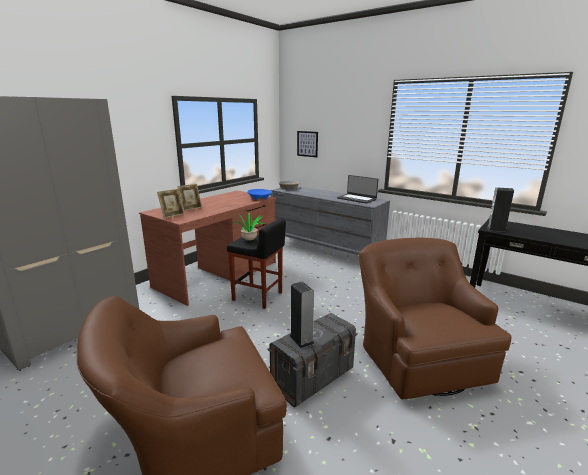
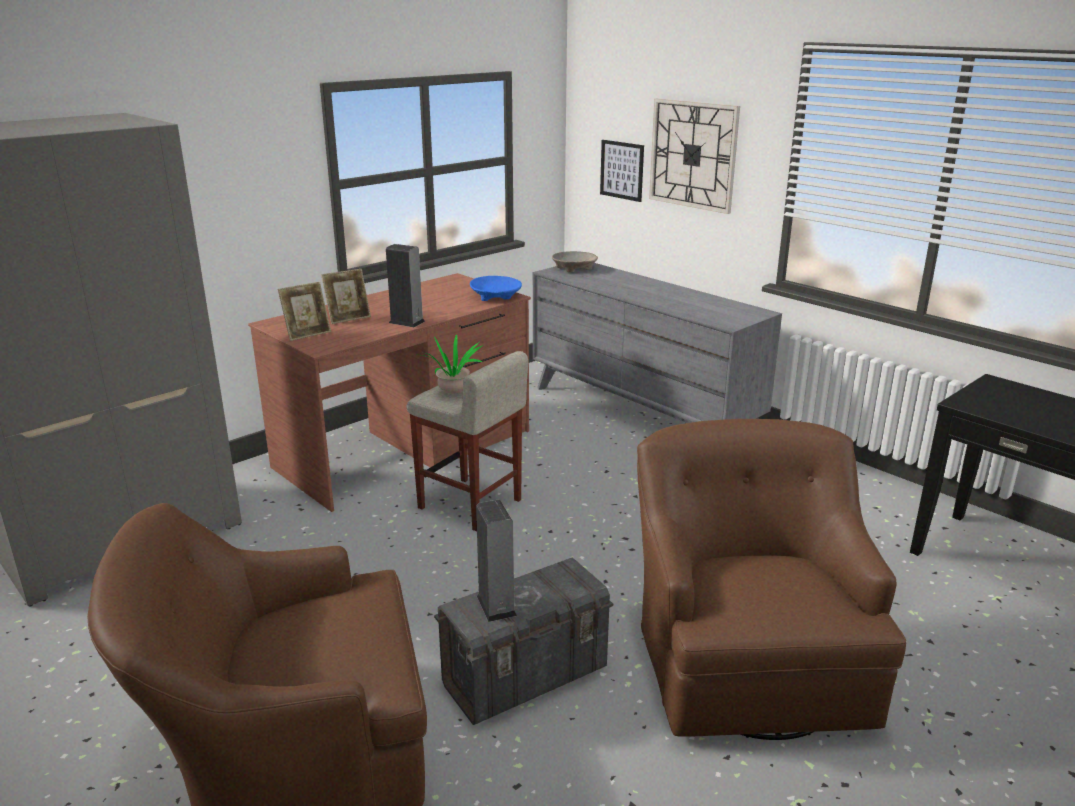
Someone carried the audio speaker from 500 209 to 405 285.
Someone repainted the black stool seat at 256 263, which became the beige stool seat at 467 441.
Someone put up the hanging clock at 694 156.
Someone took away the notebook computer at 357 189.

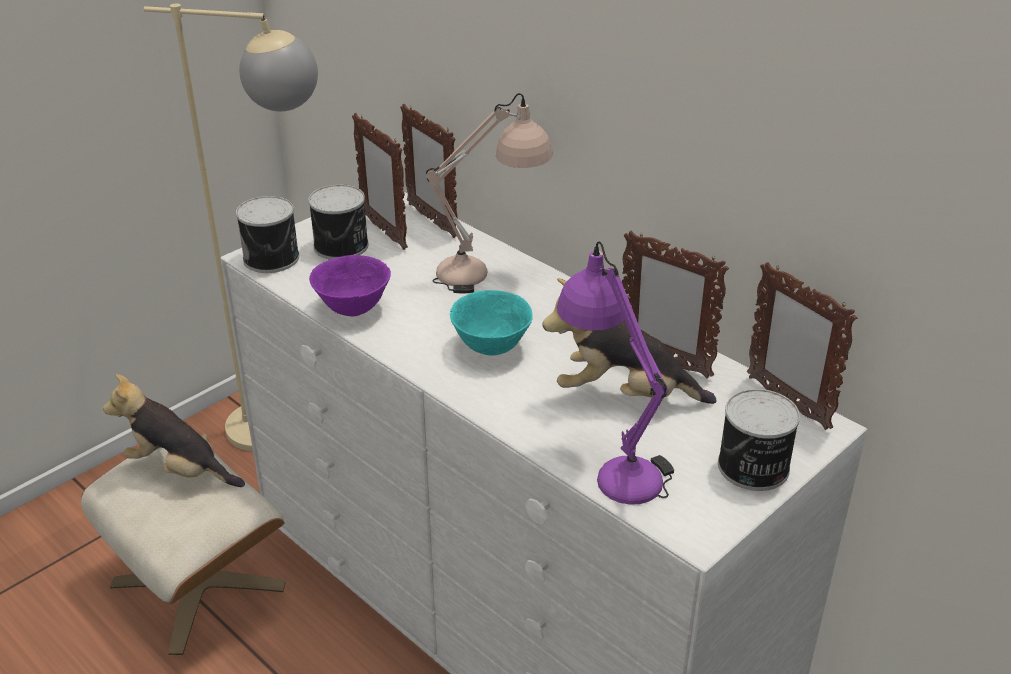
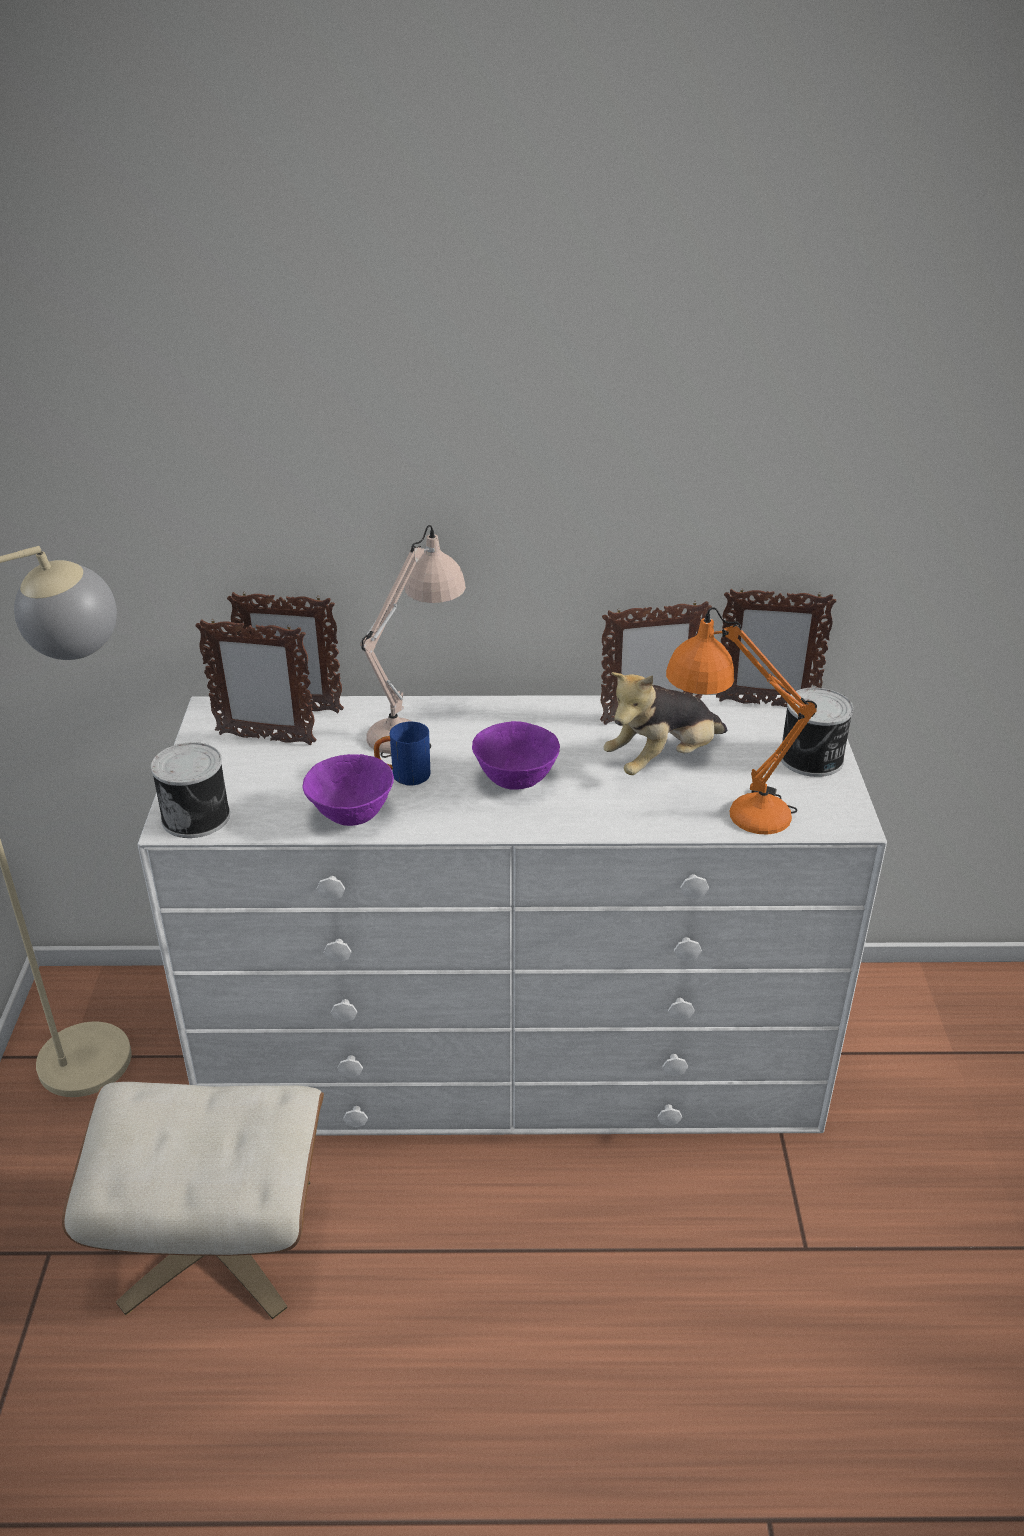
Someone put down the blue-coloured coffee mug at 402 754.
Someone repainted the blue-green serving bowl at 491 323, which became the purple-coloured serving bowl at 516 755.
Someone repainted the purple-coloured tabletop lamp at 615 373, which became the orangey tabletop lamp at 741 721.
Someone took away the cuddly toy at 174 430.
Someone took away the sealed can at 338 222.

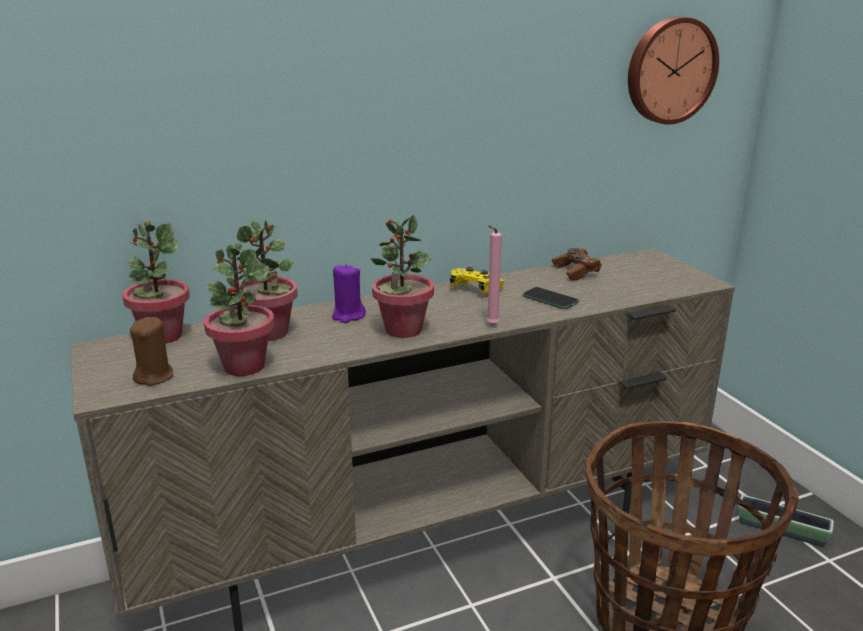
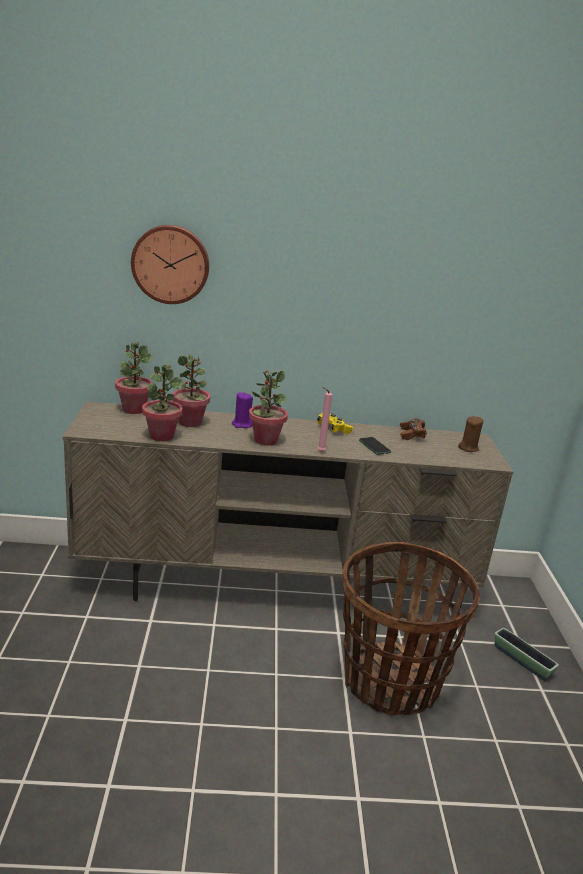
Someone carried the hanging clock from 673 71 to 170 264.
Someone carried the brown wax candle from 151 351 to 470 434.

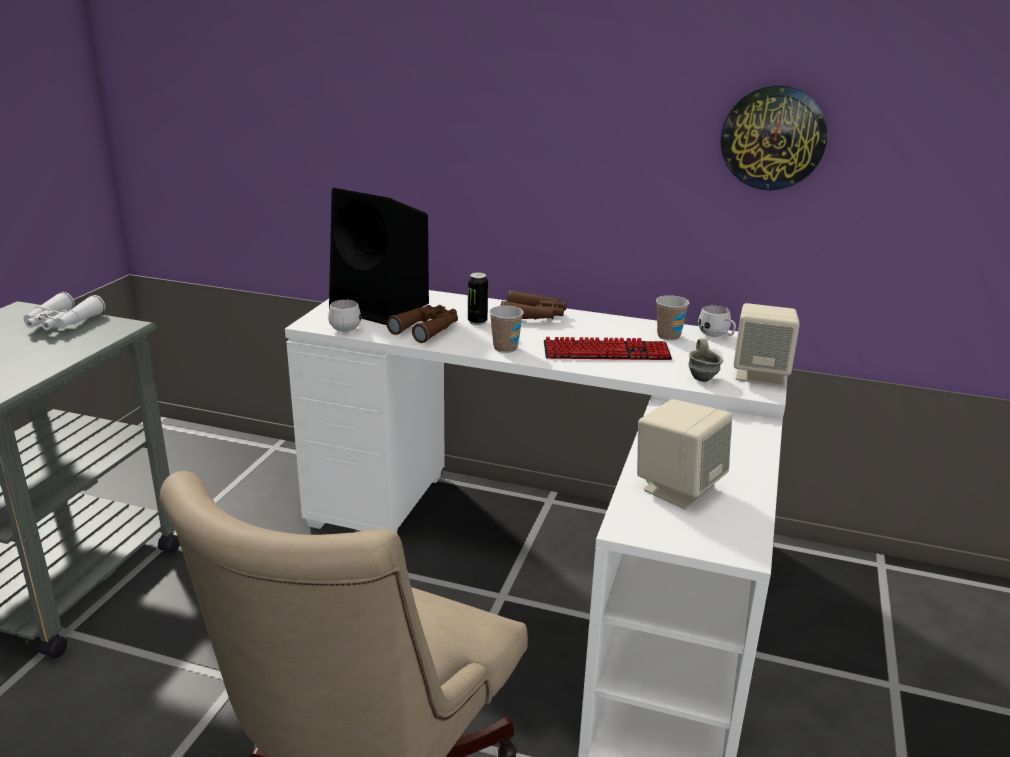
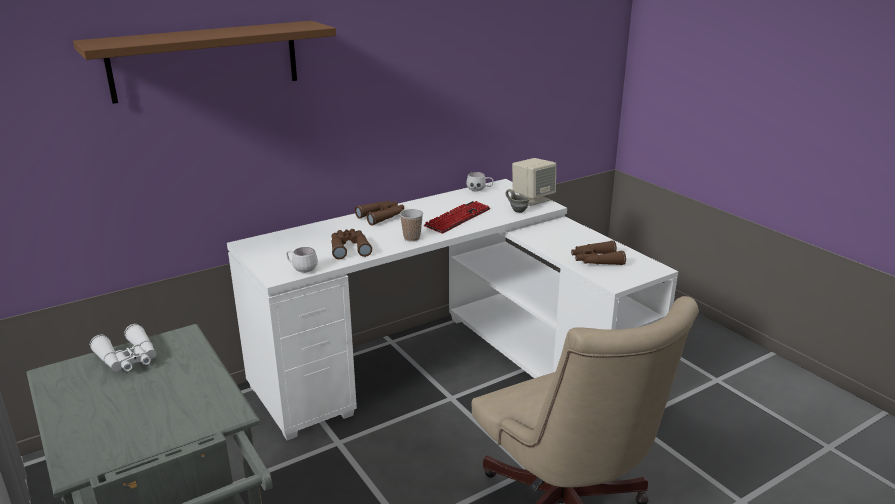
Someone put up the brown wall shelf at 204 62.
Someone swapped the beige audio speaker at 684 454 for the brown field glasses at 598 252.
Someone took away the black audio speaker at 379 256.
Someone took away the sealed can at 478 298.
Someone took away the drinking cup at 672 318.
Someone took away the hanging clock at 774 138.

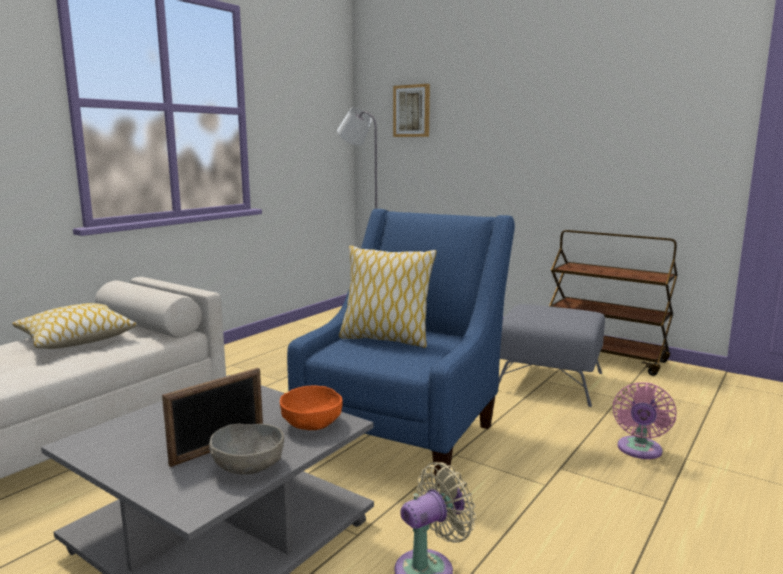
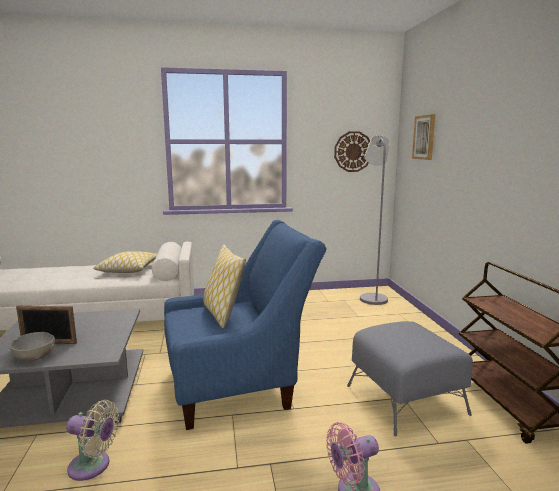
Someone put up the hanging clock at 352 151.
Someone took away the orangey serving bowl at 311 408.

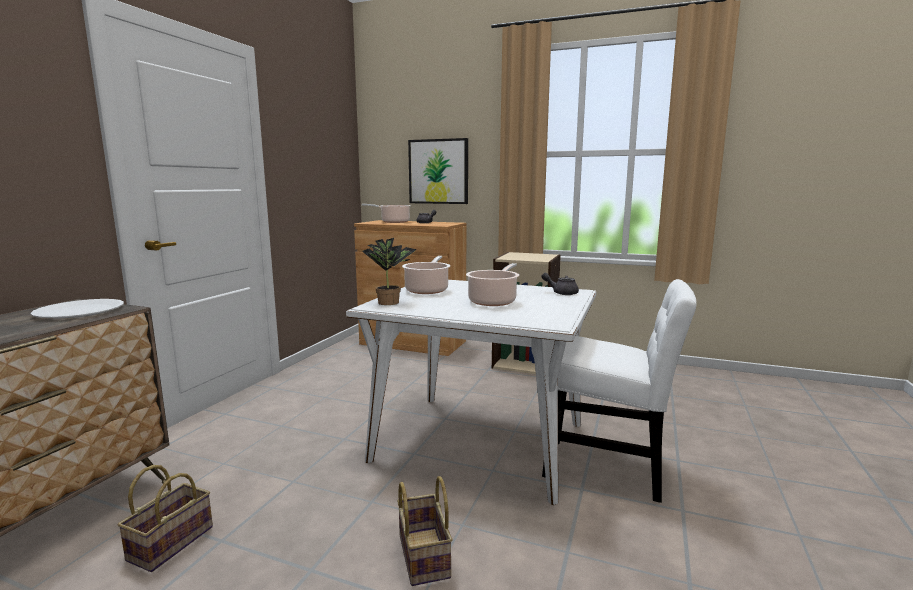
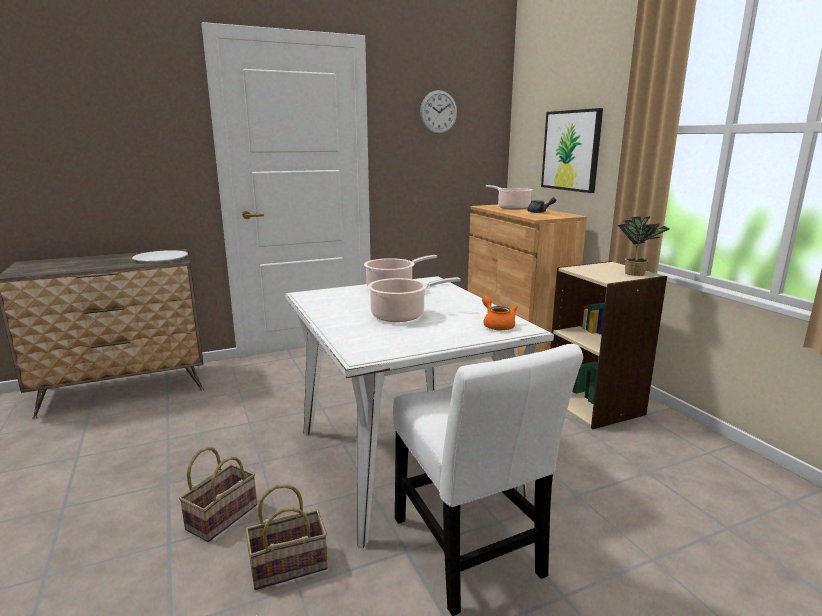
Someone carried the storage basket from 165 518 to 286 537.
Someone put up the hanging clock at 438 112.
Someone repainted the greyish teapot at 560 284, which became the orangey teapot at 500 313.
Someone carried the plant in a pot from 389 271 to 643 246.

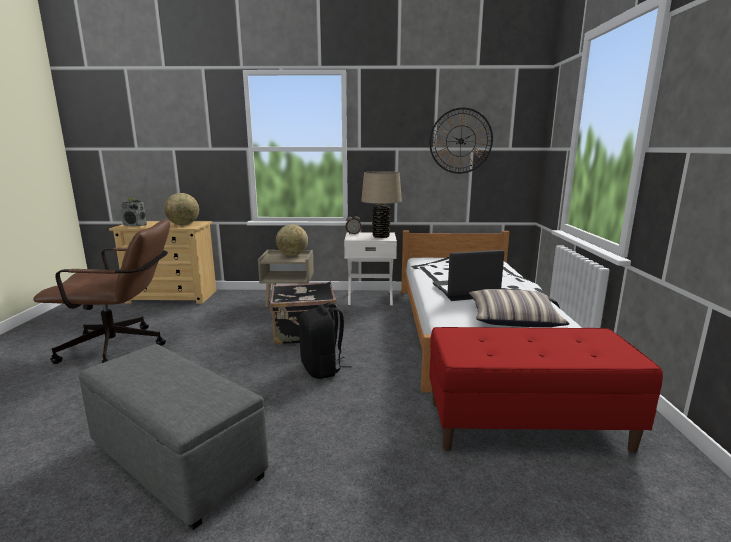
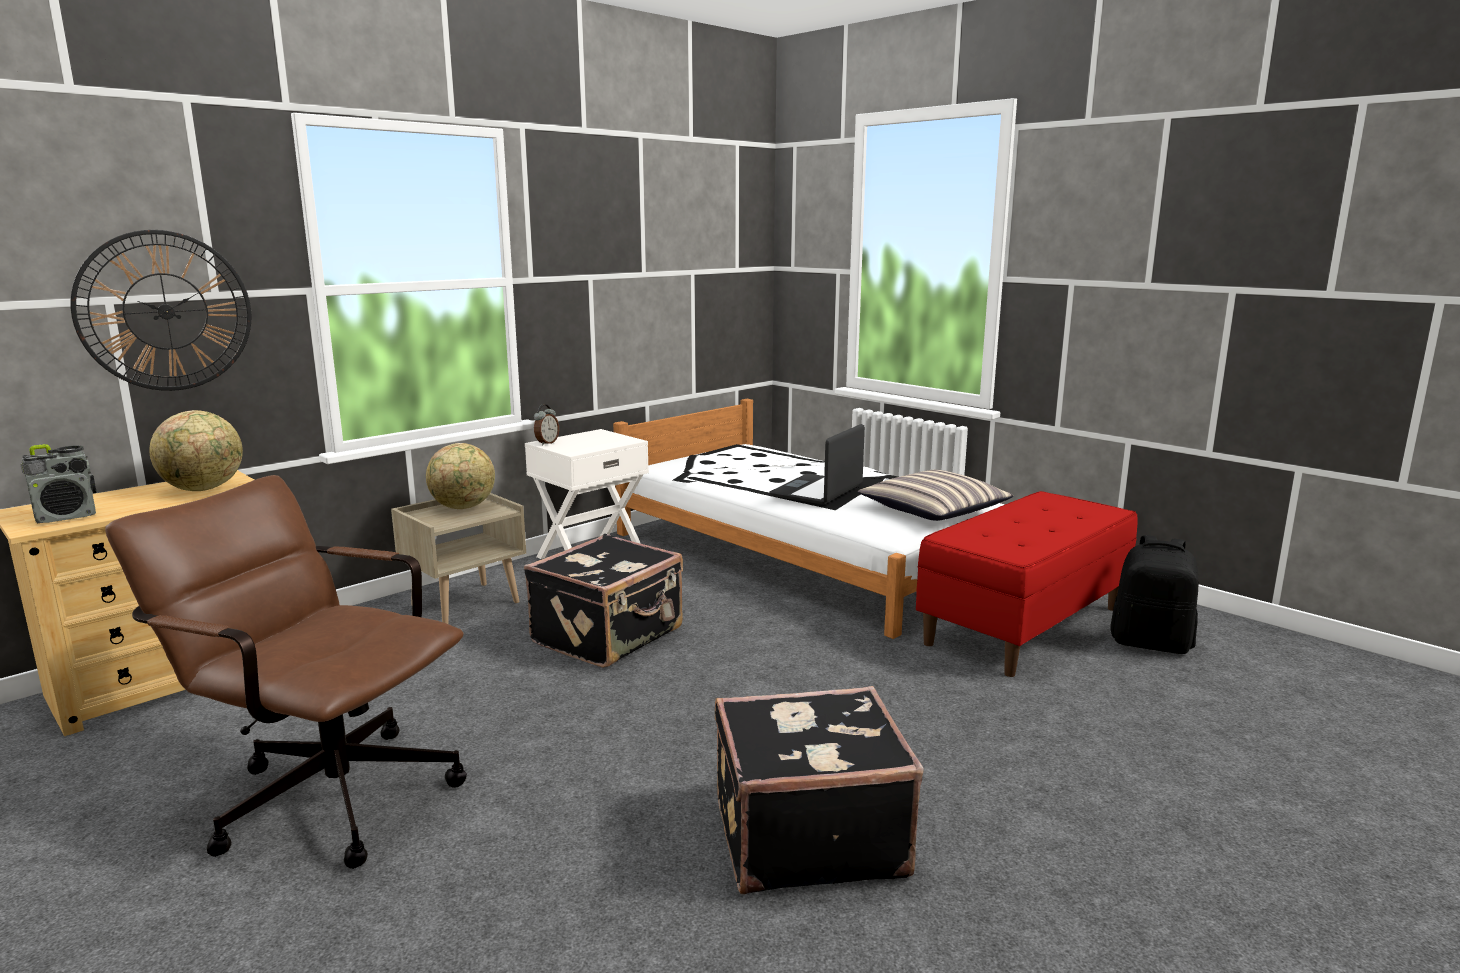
Someone carried the hanging clock from 461 141 to 160 310.
Someone rotated the brown desk chair at 101 291 by 105 degrees counterclockwise.
Someone swapped the greyish ottoman at 174 437 for the black piece of luggage at 819 790.
Someone carried the black rucksack from 325 340 to 1154 594.
Someone took away the beige tabletop lamp at 381 204.

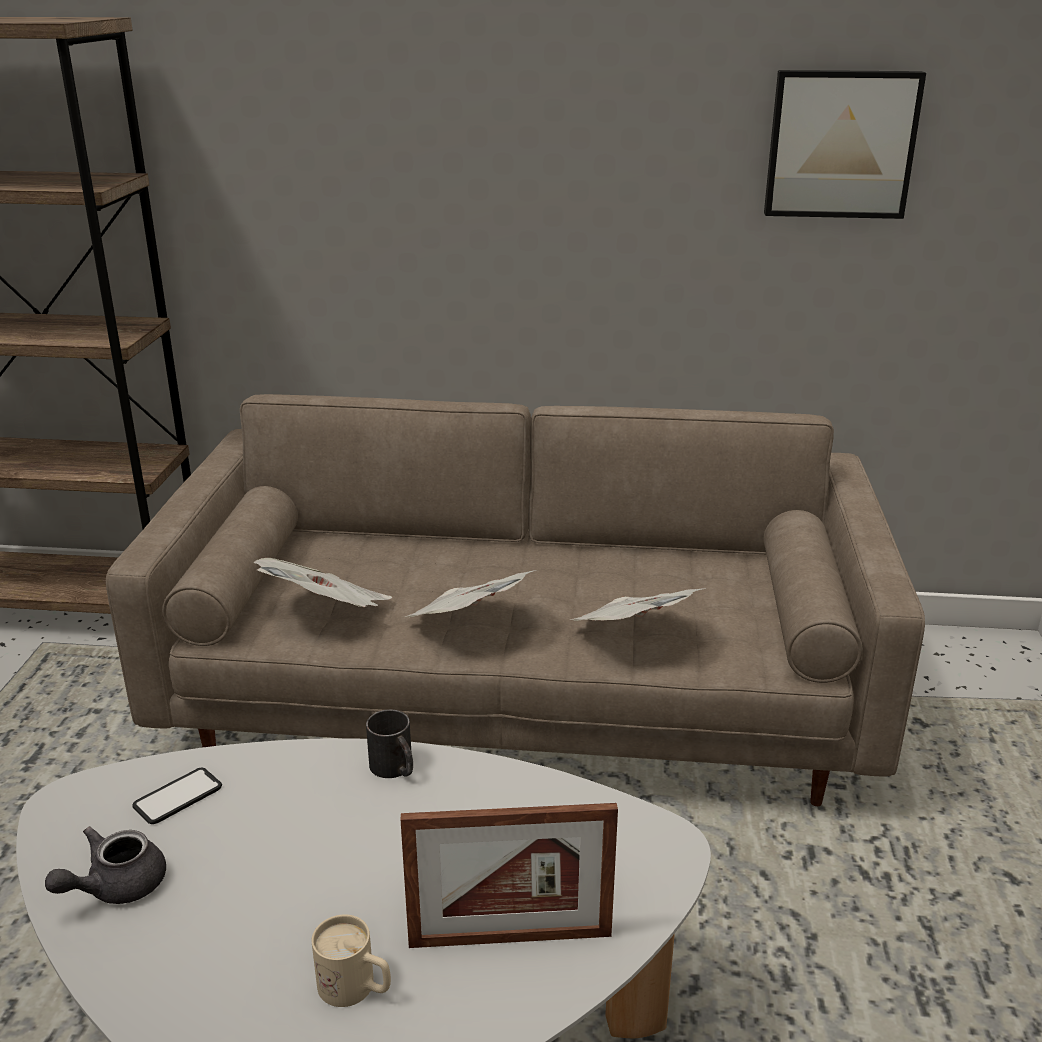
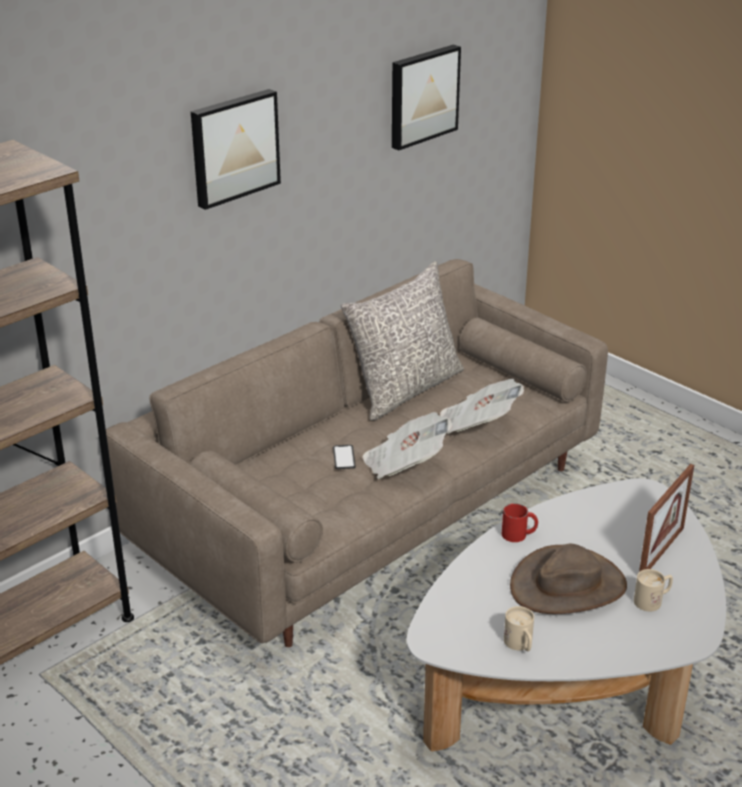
Someone put up the wall art at 236 149.
Someone carried the handset from 177 796 to 344 457.
Someone put down the greyish cushion at 402 341.
Someone repainted the black coffee mug at 389 744, which became the red coffee mug at 520 522.
Someone swapped the greyish teapot at 105 865 for the beige coffee mug at 519 629.
Someone put down the brown hat at 568 579.
Someone took away the printed paper at 323 582.

